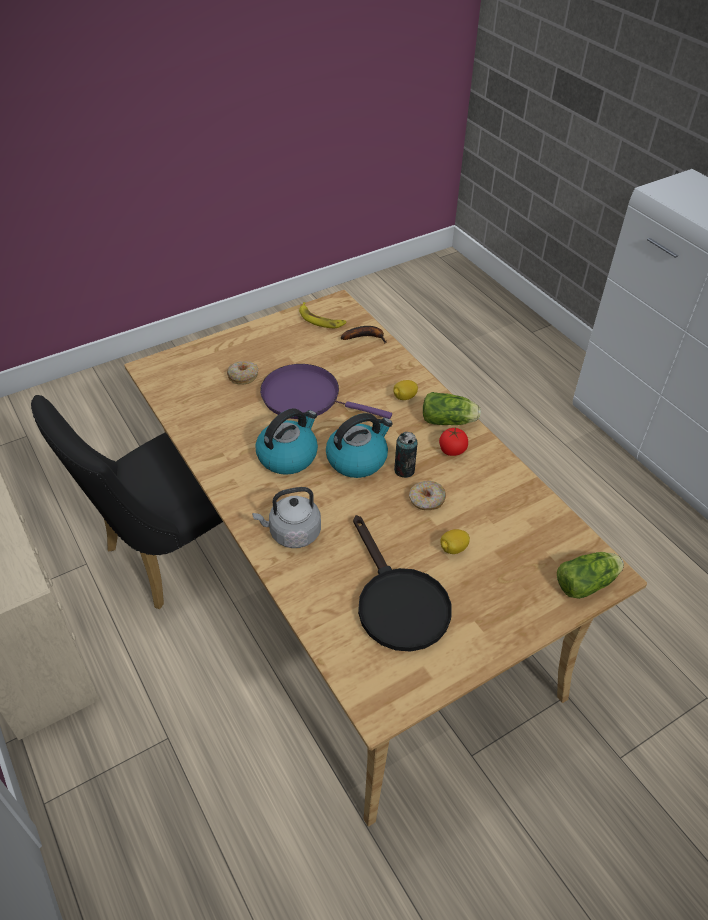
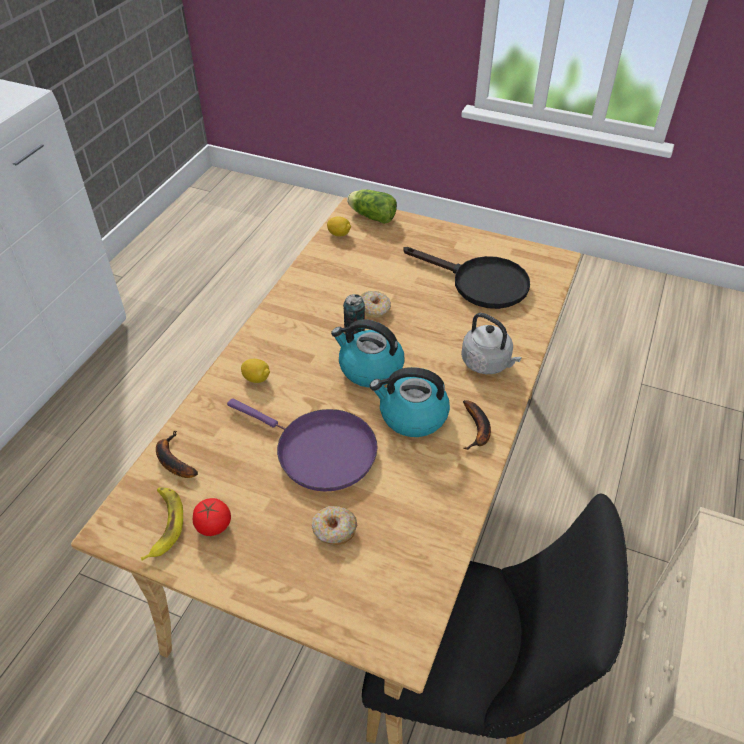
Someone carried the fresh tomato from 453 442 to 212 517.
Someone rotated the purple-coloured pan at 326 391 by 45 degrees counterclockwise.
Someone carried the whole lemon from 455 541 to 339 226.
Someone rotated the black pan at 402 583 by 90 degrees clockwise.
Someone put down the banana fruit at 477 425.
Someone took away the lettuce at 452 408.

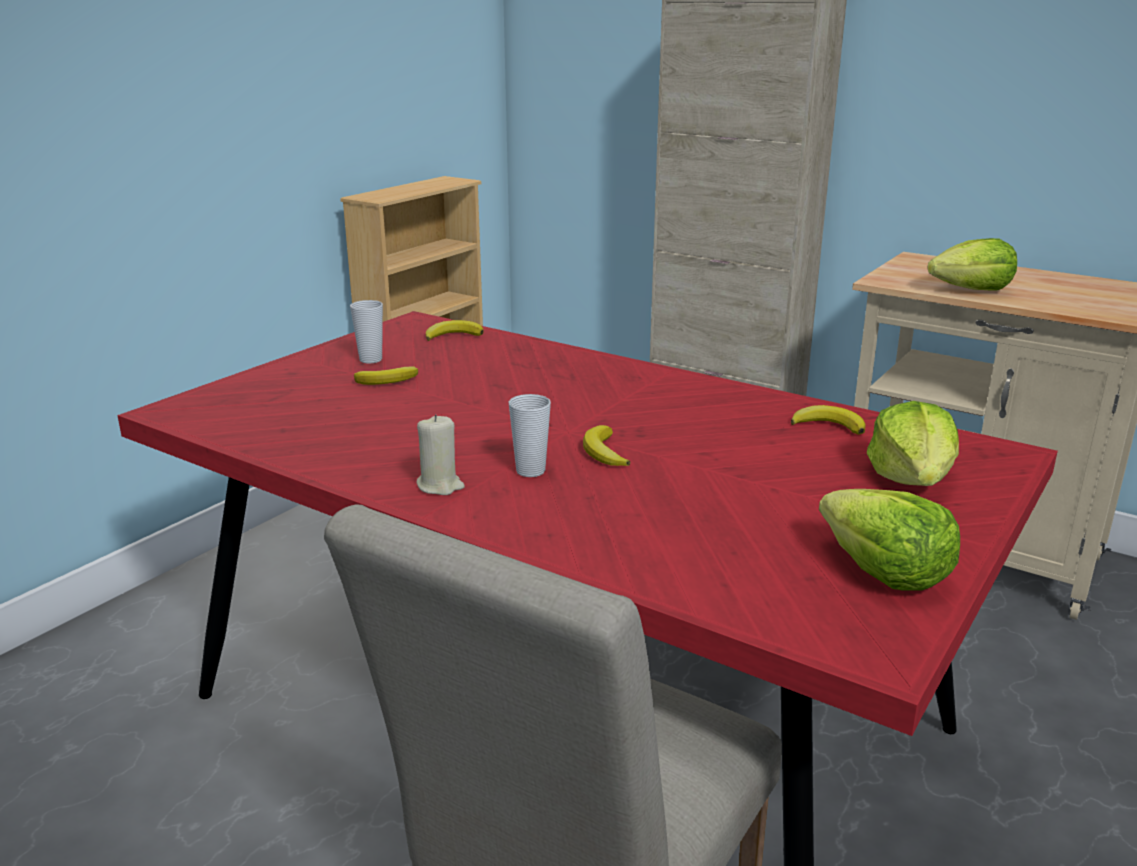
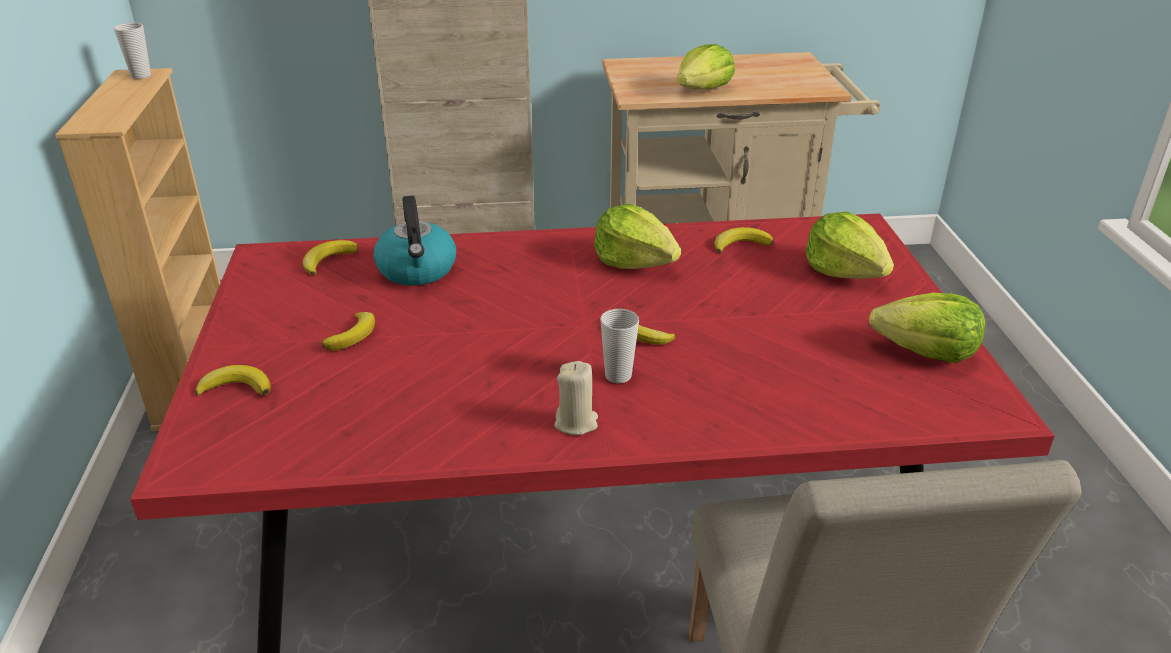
Someone carried the drinking cup from 366 331 to 132 51.
Someone put down the banana fruit at 233 380.
Someone put down the water kettle at 414 241.
Someone put down the lettuce at 637 236.

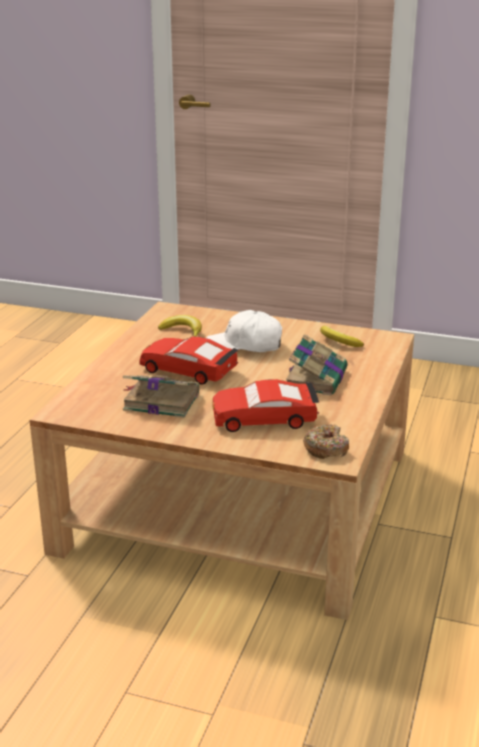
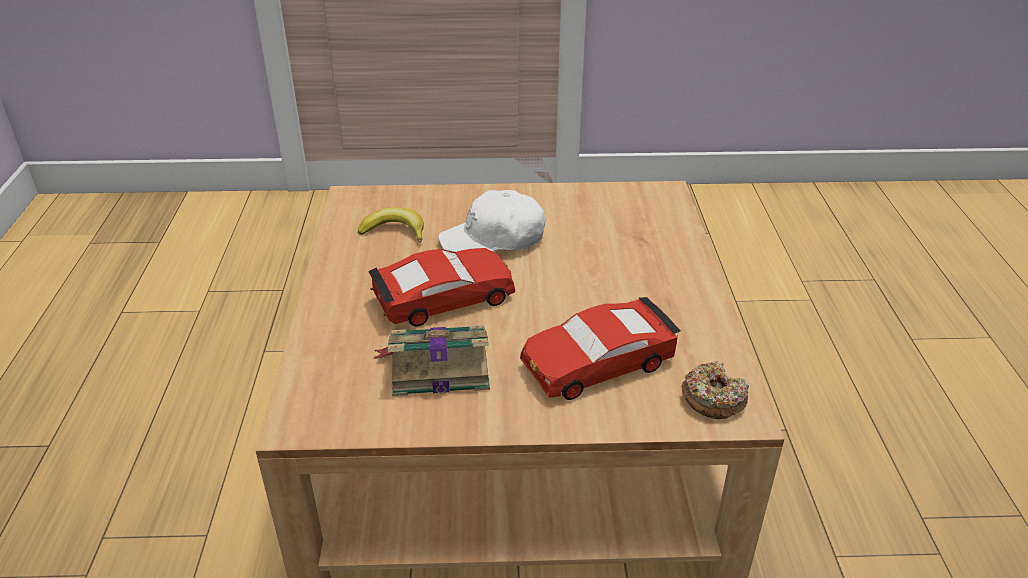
Someone rotated the red miniature car at 188 361 by 150 degrees clockwise.
Someone took away the book at 317 365.
Someone took away the banana fruit at 342 336.

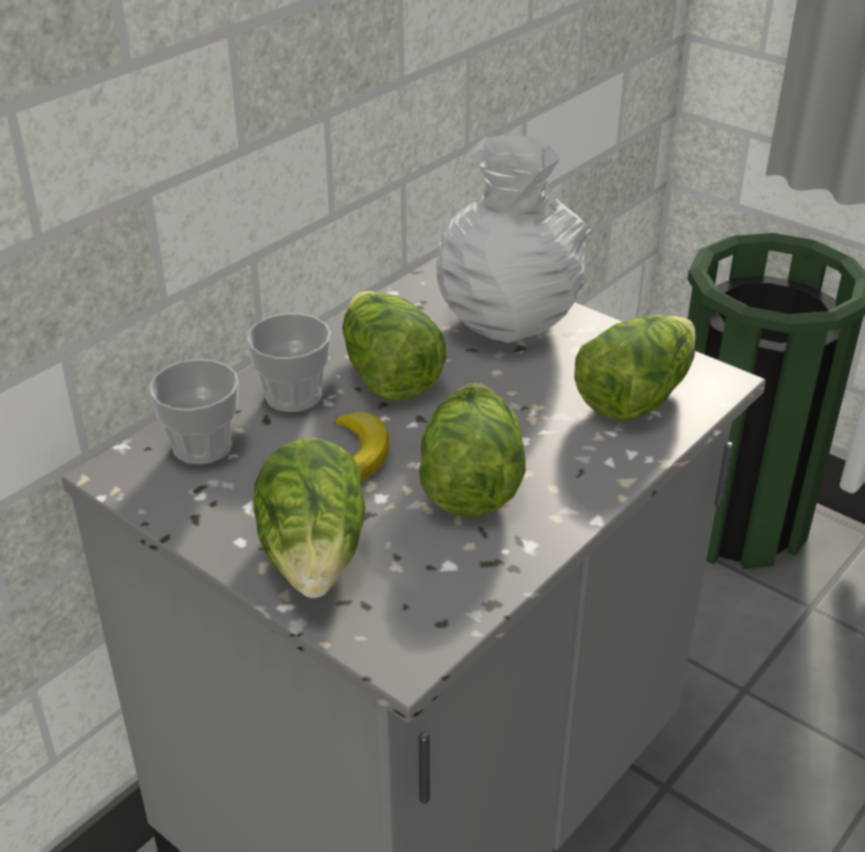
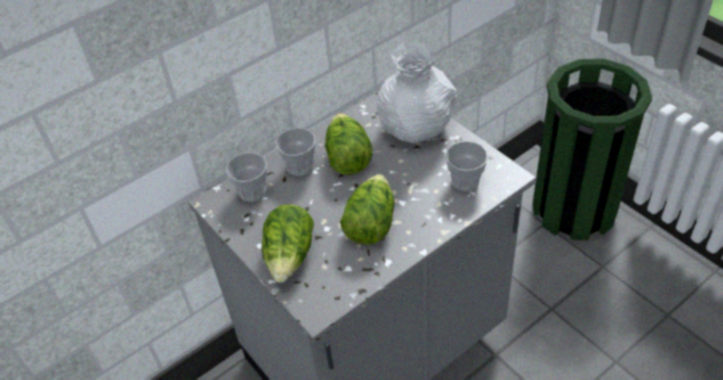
Someone swapped the lettuce at 635 367 for the drinking cup at 466 166.
Someone took away the banana fruit at 361 447.

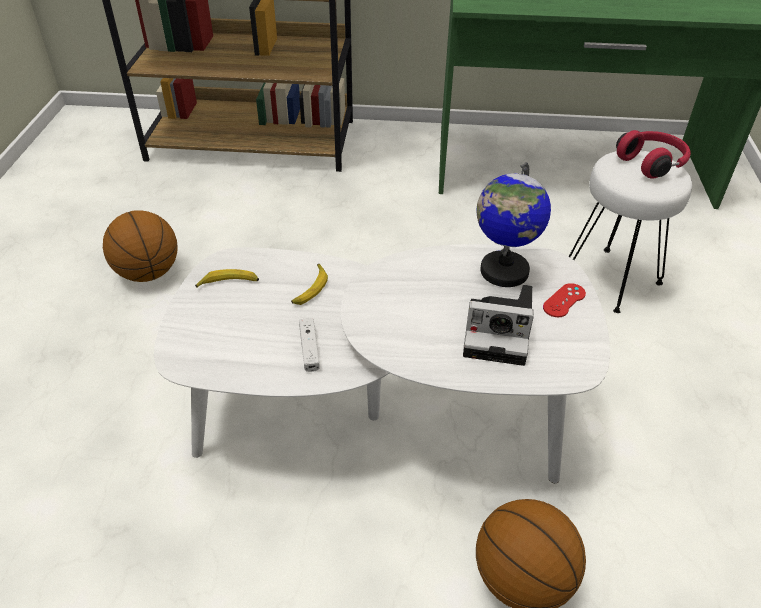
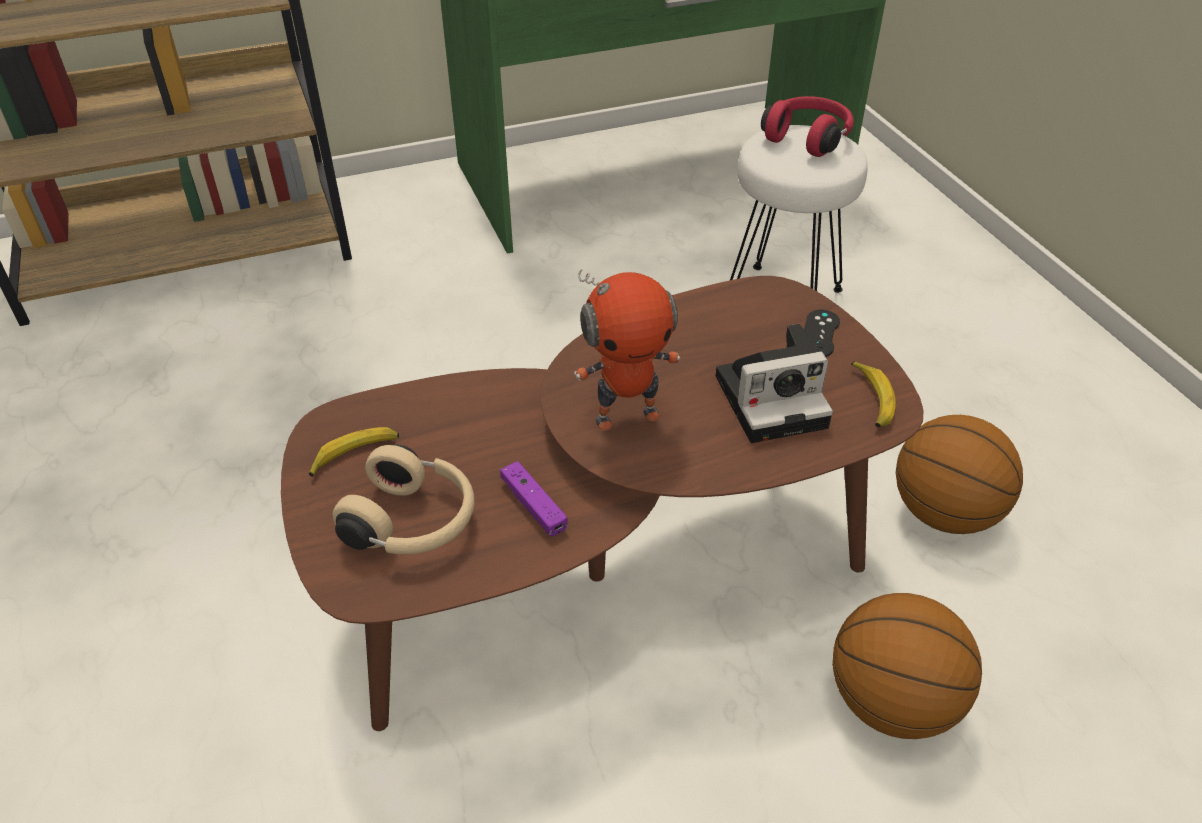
Someone repainted the white low table at 382 363, which became the brown low table at 602 503.
Someone put down the beige pair of headphones at 404 499.
Someone repainted the white joypad at 309 345, which became the purple-coloured joypad at 534 498.
Someone put down the model robot at 627 350.
Someone repainted the red joypad at 564 300, which became the black joypad at 822 333.
Someone carried the banana fruit from 309 284 to 873 394.
Someone carried the ball for basketball from 140 246 to 959 474.
Someone took away the world globe at 513 224.

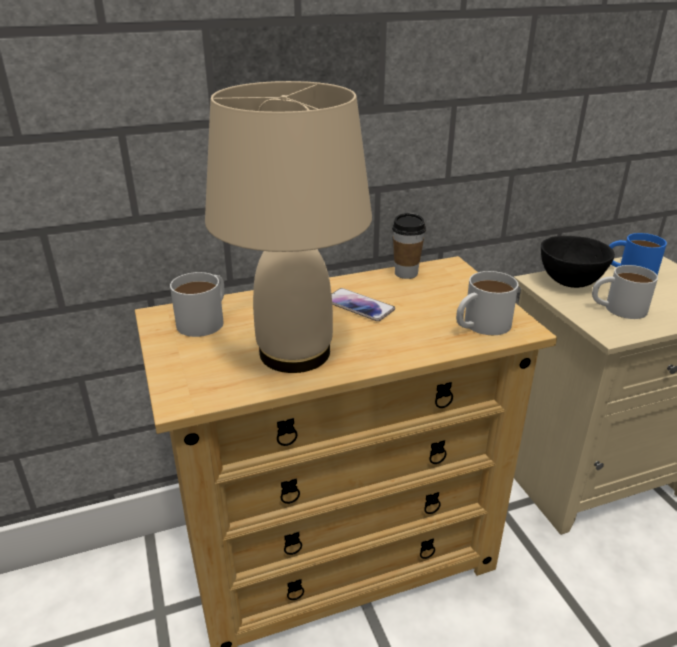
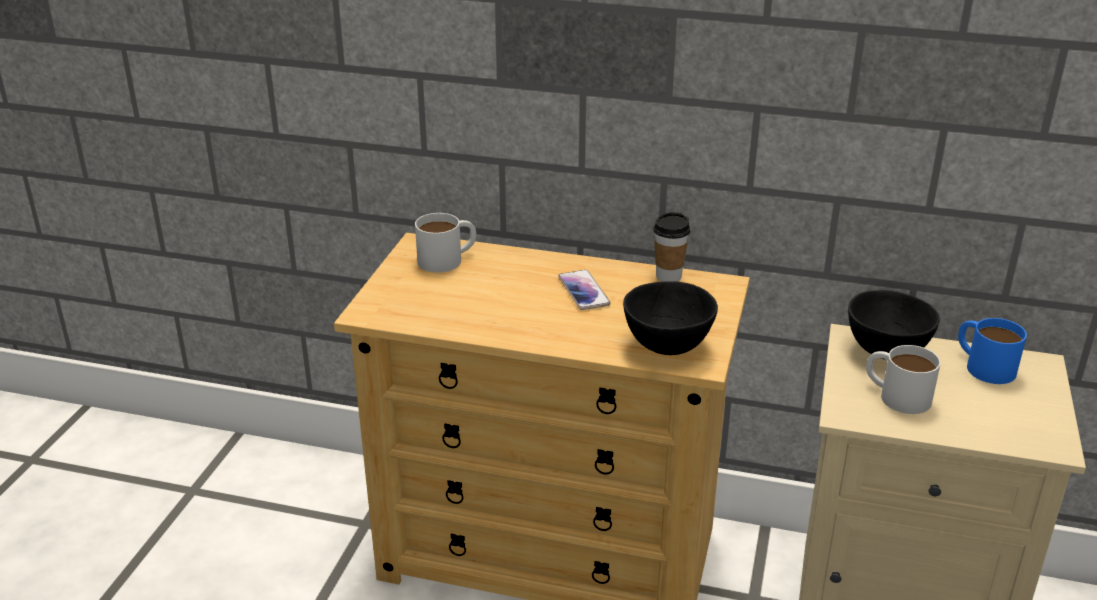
Someone swapped the white coffee mug at 487 303 for the black serving bowl at 670 318.
Someone took away the beige tabletop lamp at 288 227.

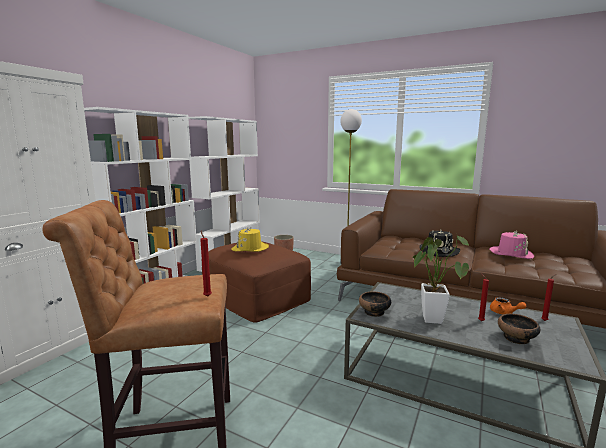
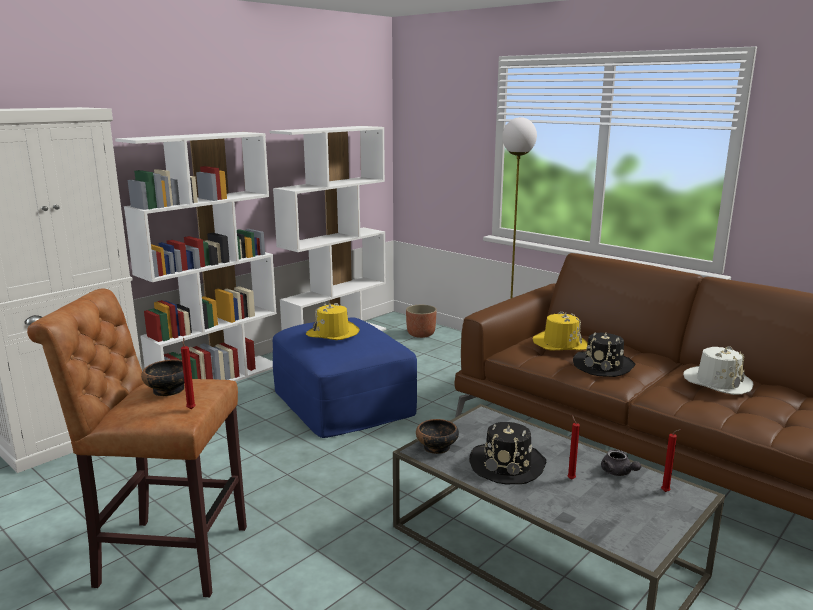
Someone carried the serving bowl from 519 329 to 166 378.
Someone repainted the brown ottoman at 256 282, which became the blue-coloured ottoman at 345 377.
Someone swapped the plant in a pot at 441 278 for the black hat at 507 453.
Someone put down the yellow-coloured hat at 560 330.
Someone repainted the orangey teapot at 508 305, which became the greyish teapot at 621 462.
Someone repainted the pinkish hat at 511 245, which became the white hat at 718 370.

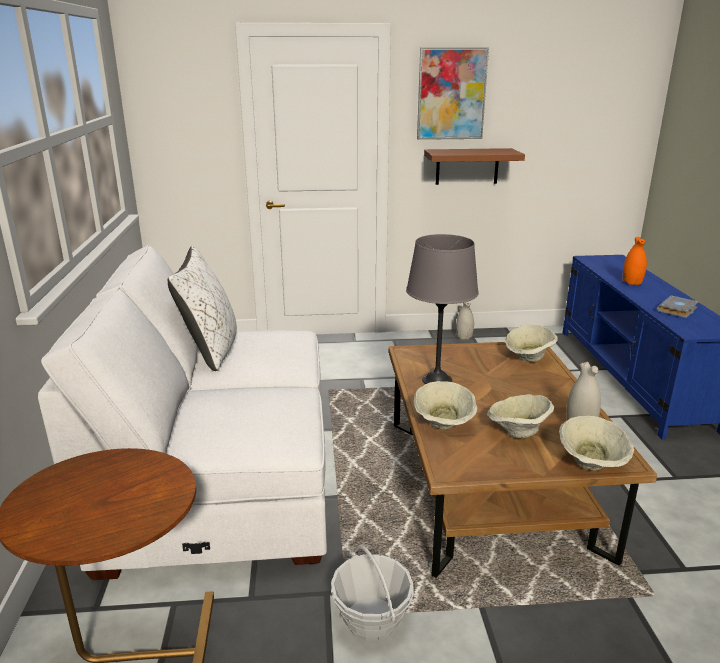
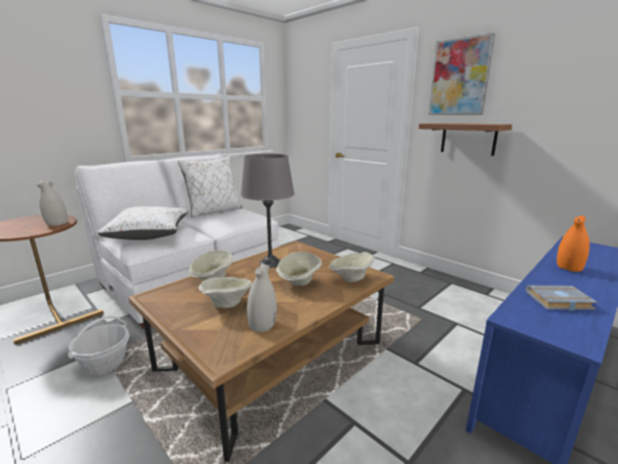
Someone carried the white vase from 465 321 to 52 203.
Someone put down the white cushion at 143 223.
Someone carried the beige serving bowl from 596 443 to 299 269.

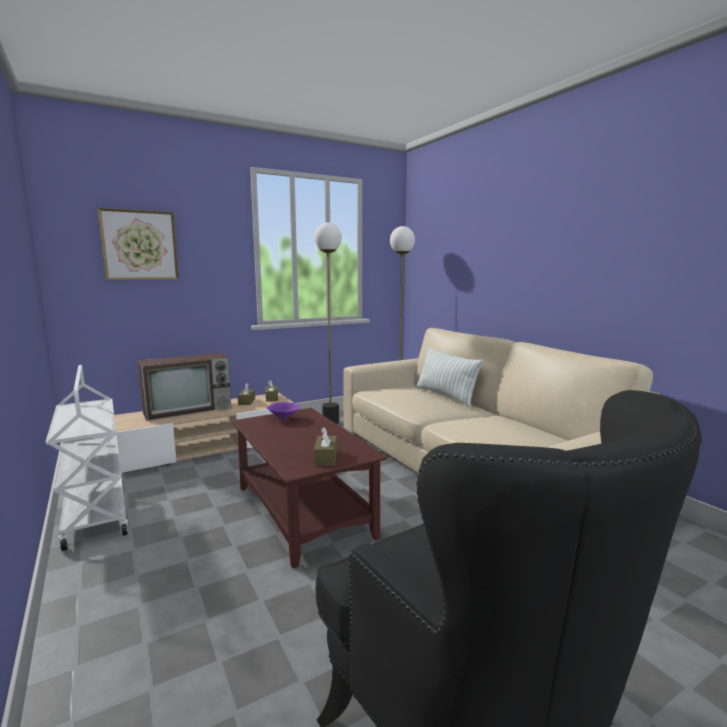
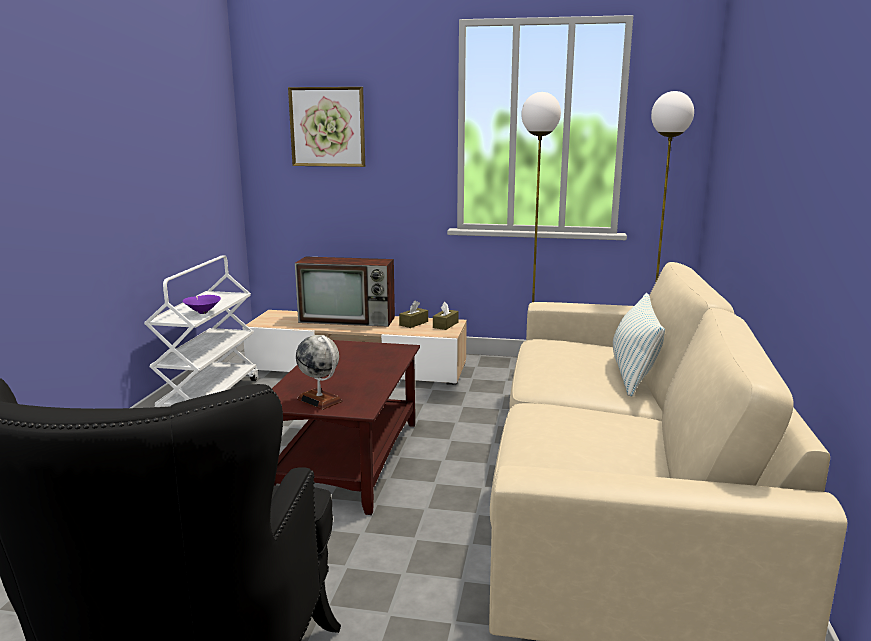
Someone carried the purple-coloured serving bowl from 283 411 to 202 304.
Someone swapped the brown tissue holder at 325 446 for the world globe at 319 372.

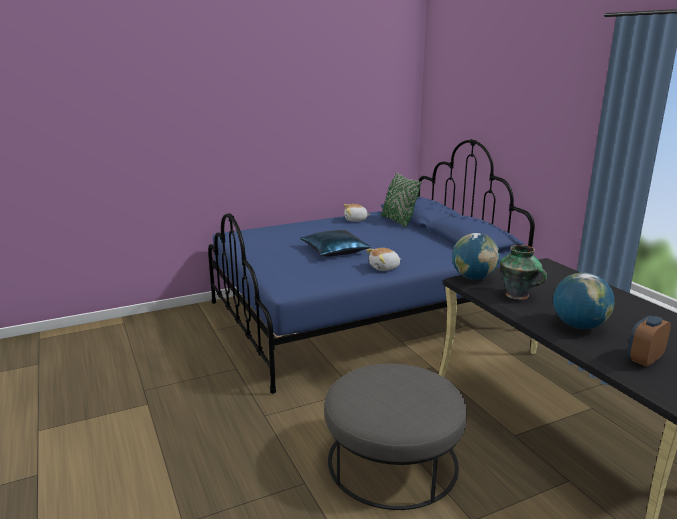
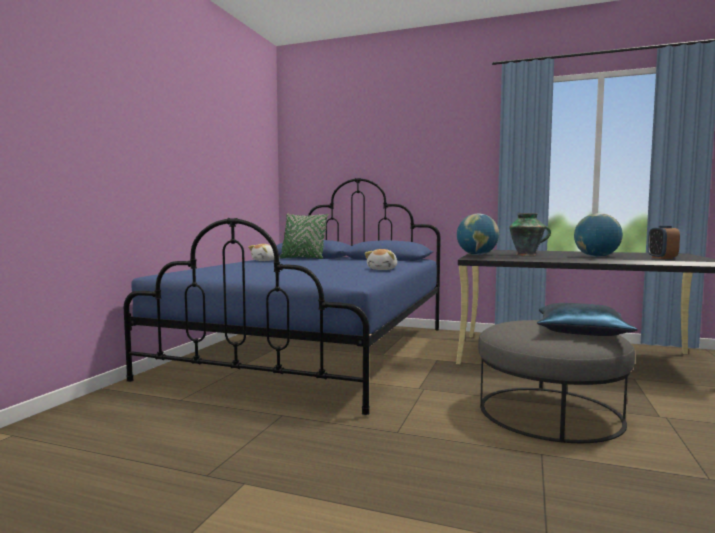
Someone carried the blue-coloured cushion from 335 243 to 587 319.

